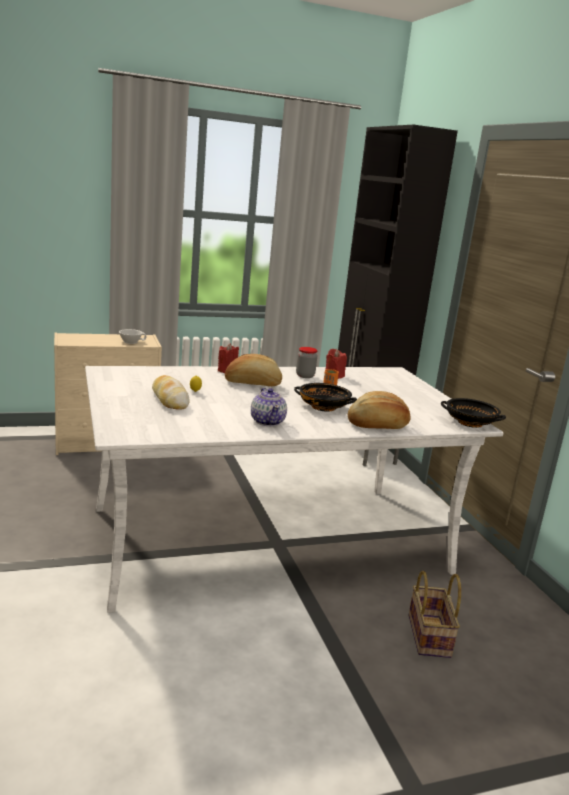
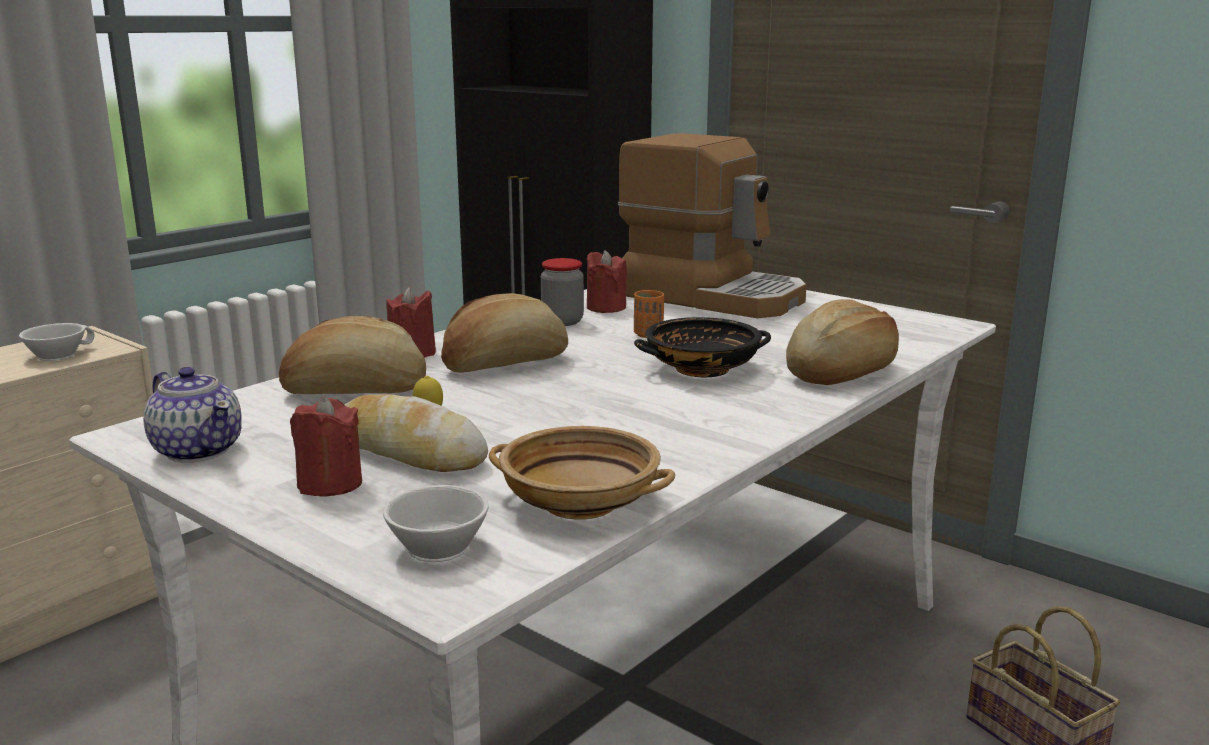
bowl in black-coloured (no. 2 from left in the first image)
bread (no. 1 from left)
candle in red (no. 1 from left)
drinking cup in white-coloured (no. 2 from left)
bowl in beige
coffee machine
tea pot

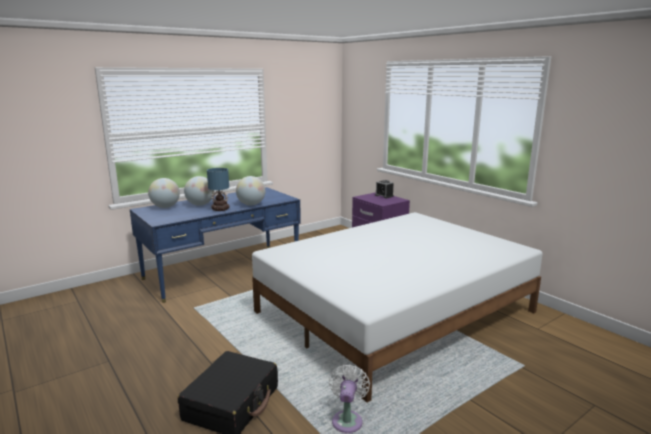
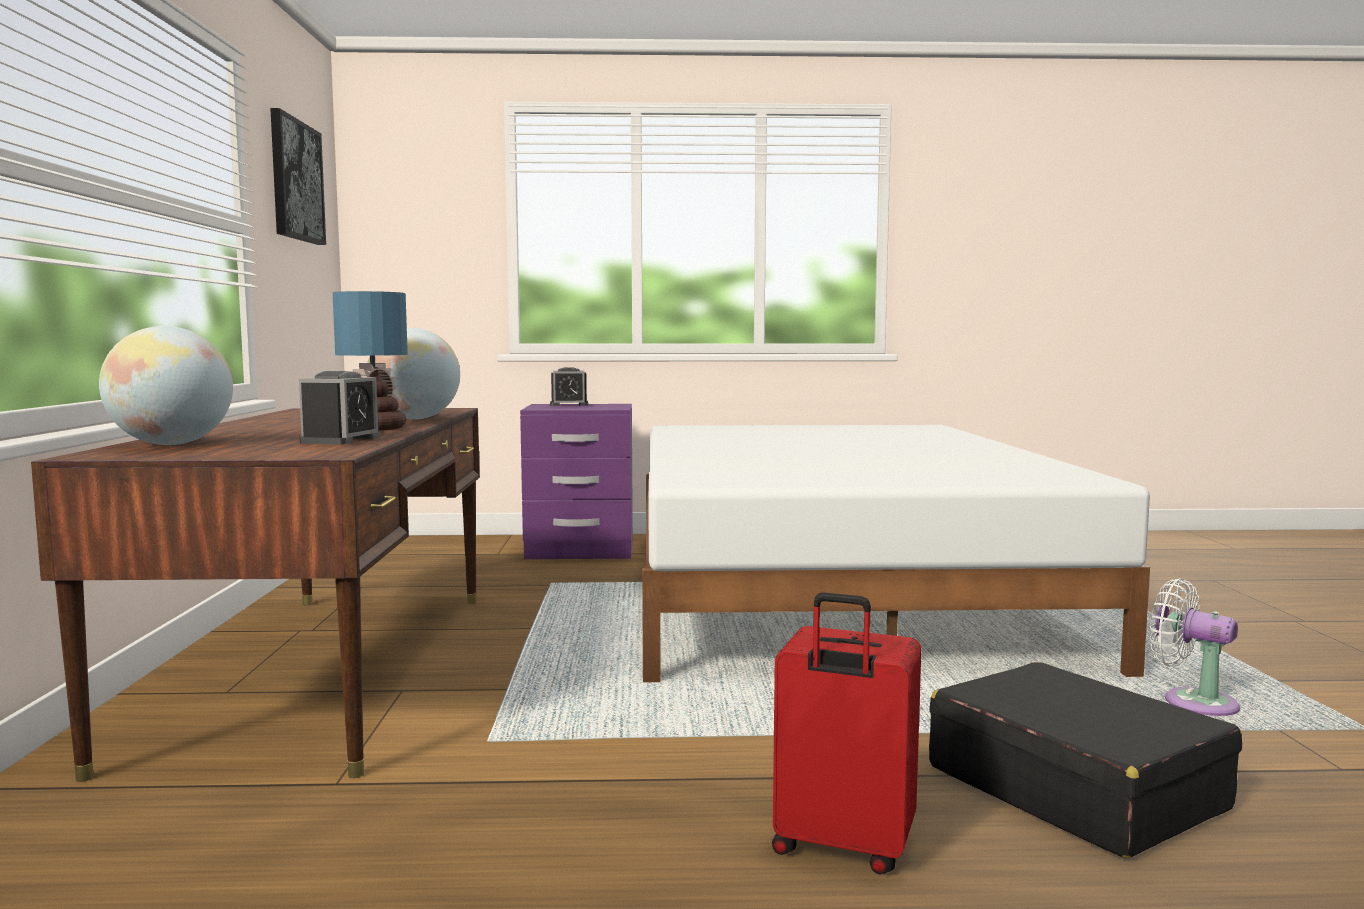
desk globe (no. 2 from left in the first image)
wall art
alarm clock (no. 1 from left)
travel case in red
desk table in brownish

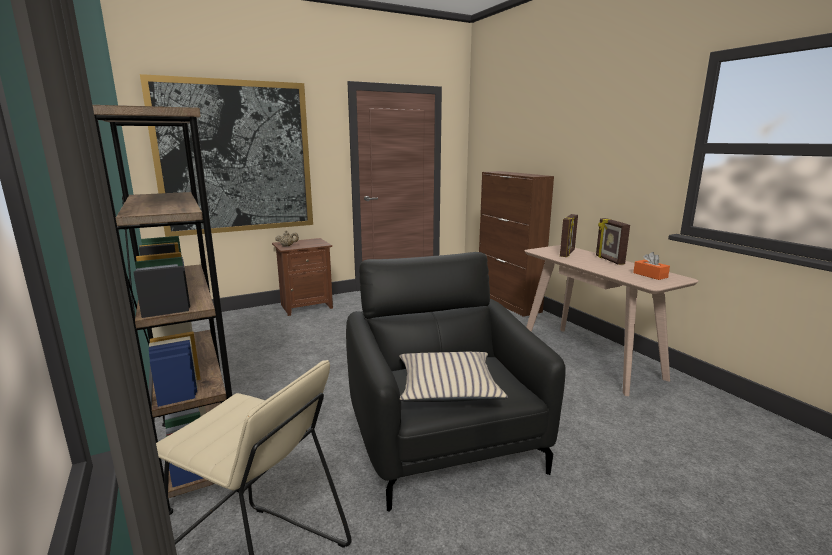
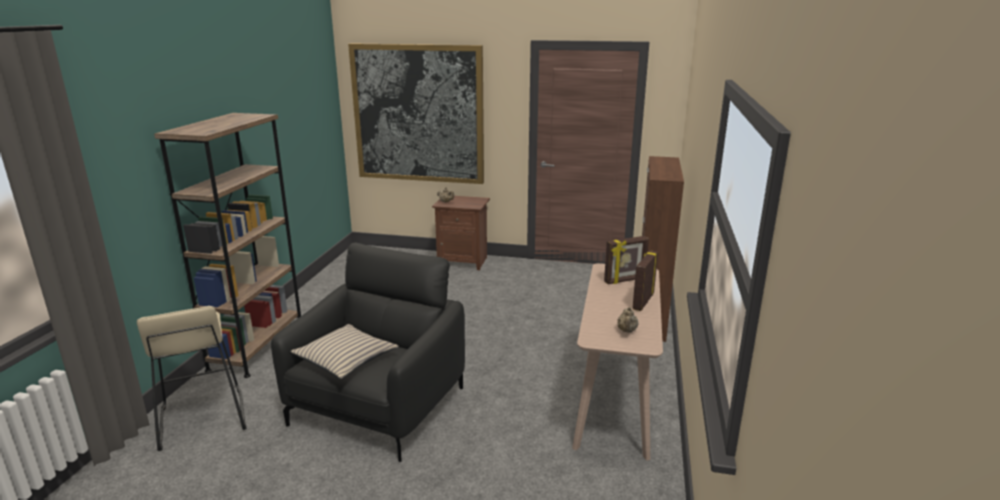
tea pot in beige (no. 2 from left)

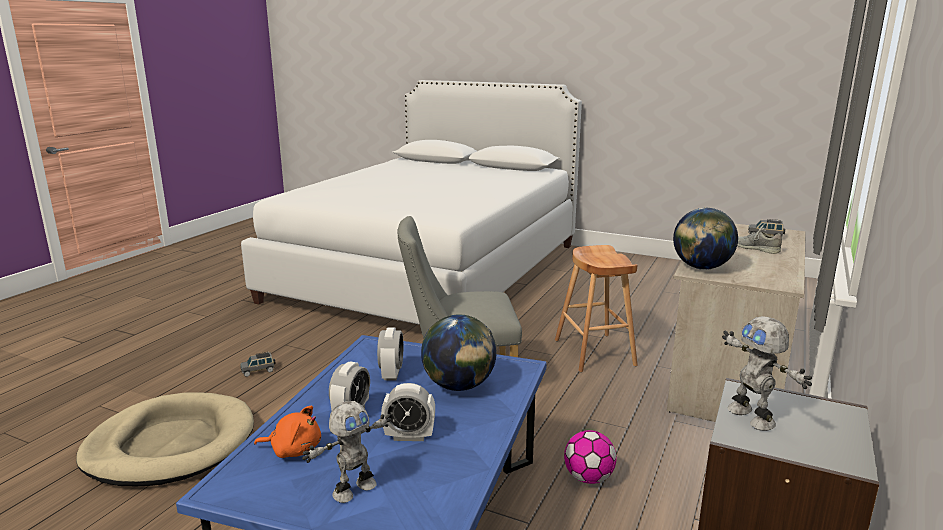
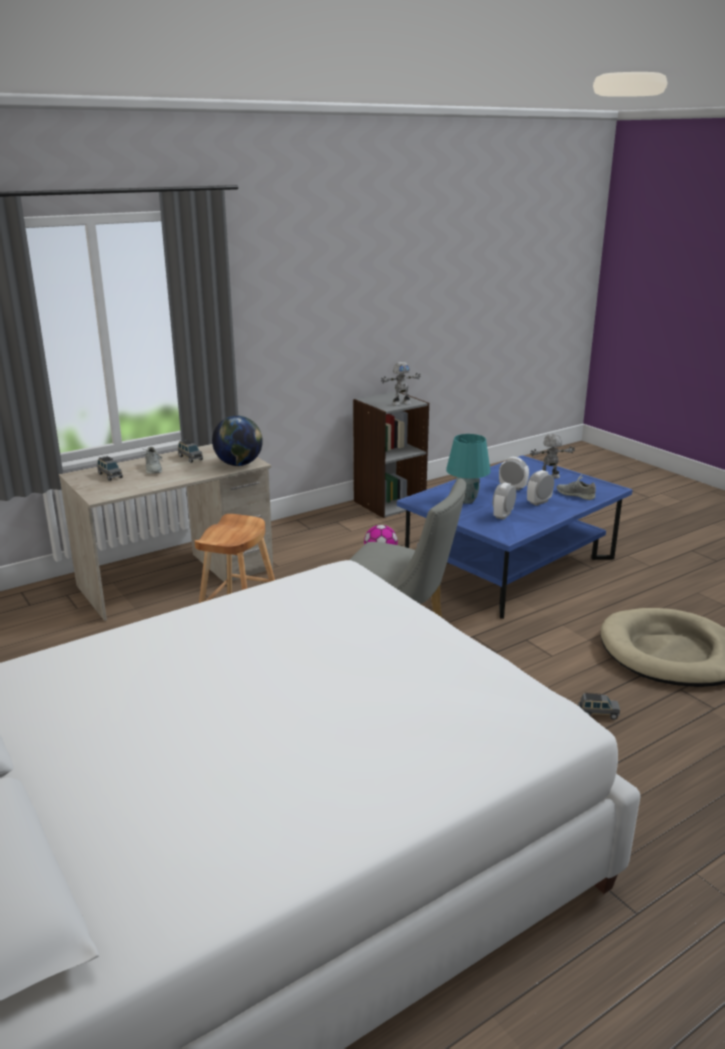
toy car in gray (no. 2 from left)
shoe in gray (no. 2 from left)
tabletop lamp in turquoise
toy robot (no. 1 from left)

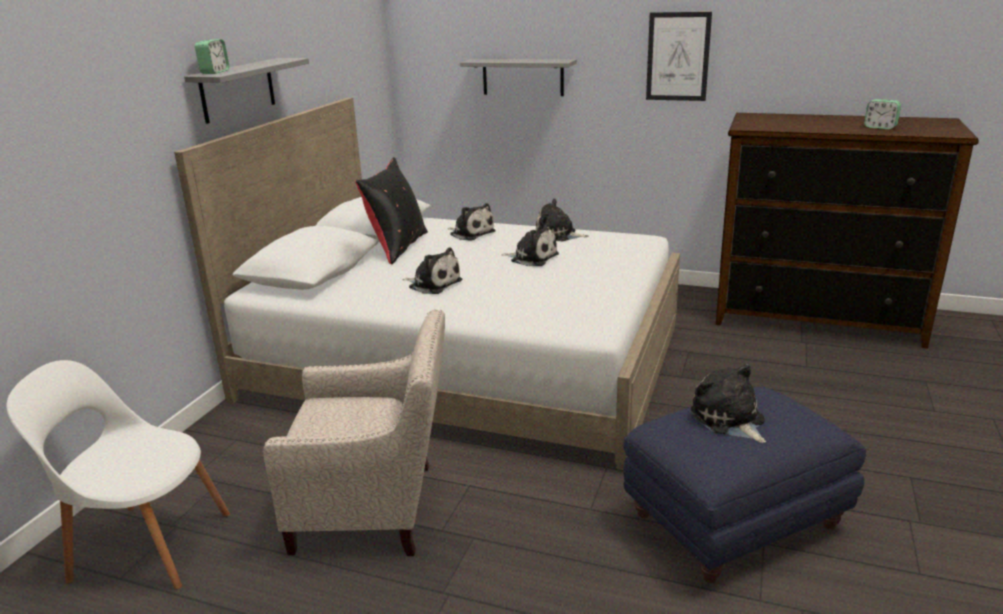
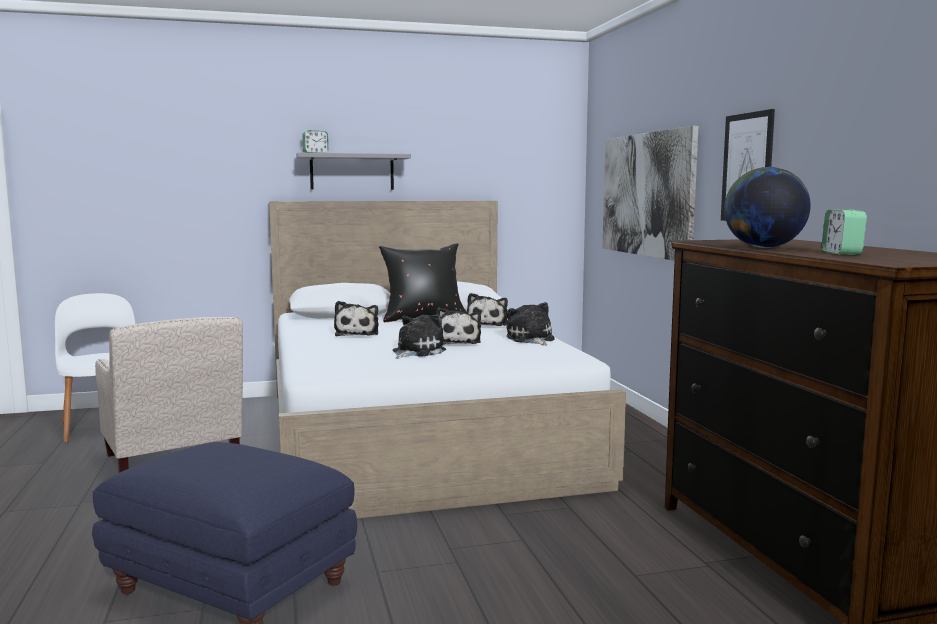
desk globe
plush toy (no. 2 from left)
wall art (no. 1 from left)

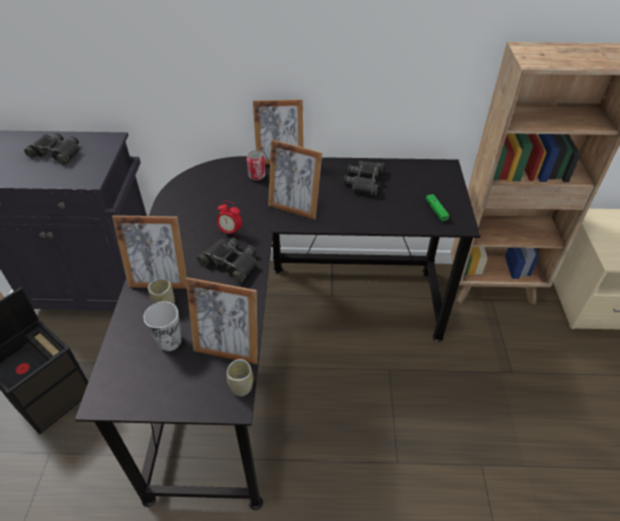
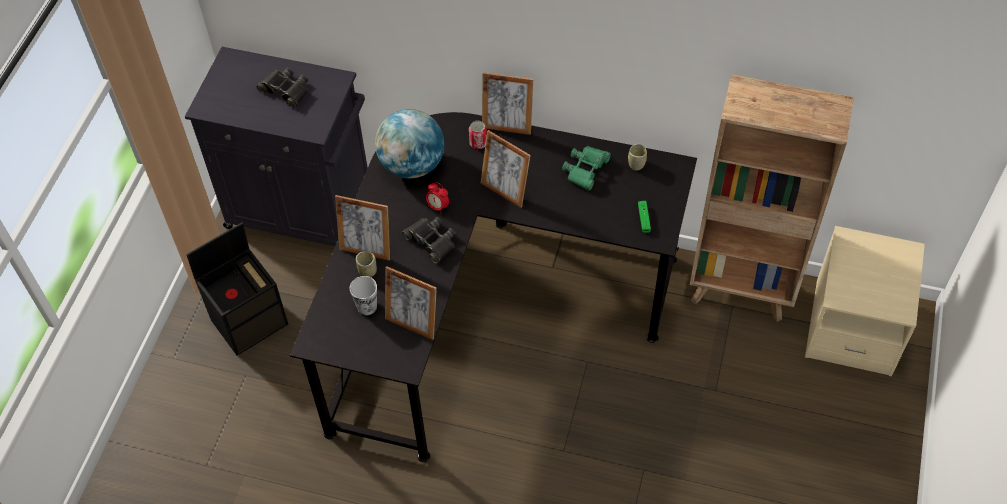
desk globe
drinking cup (no. 3 from left)
field glasses in green

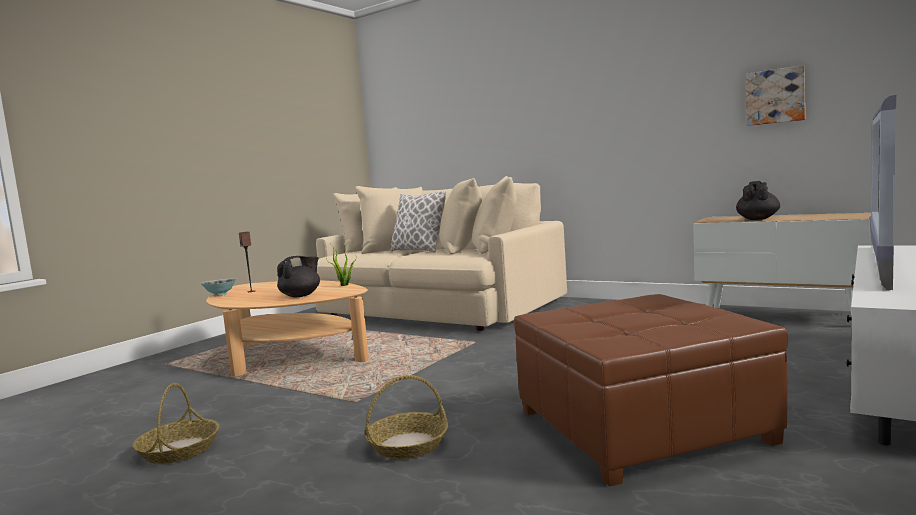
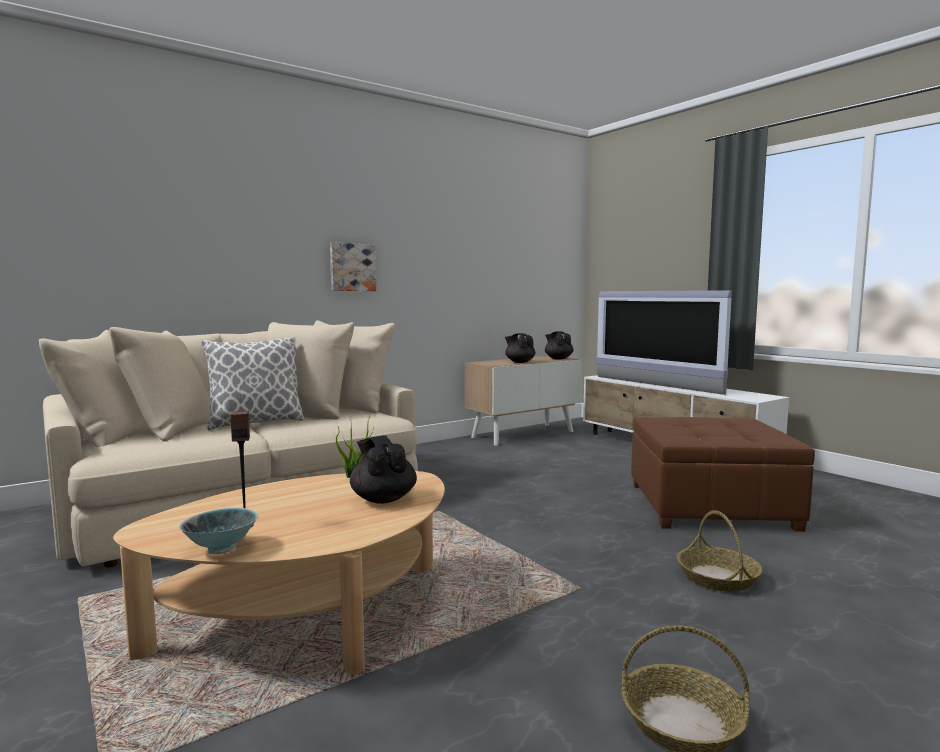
tea pot in black-coloured (no. 3 from left)
wall art

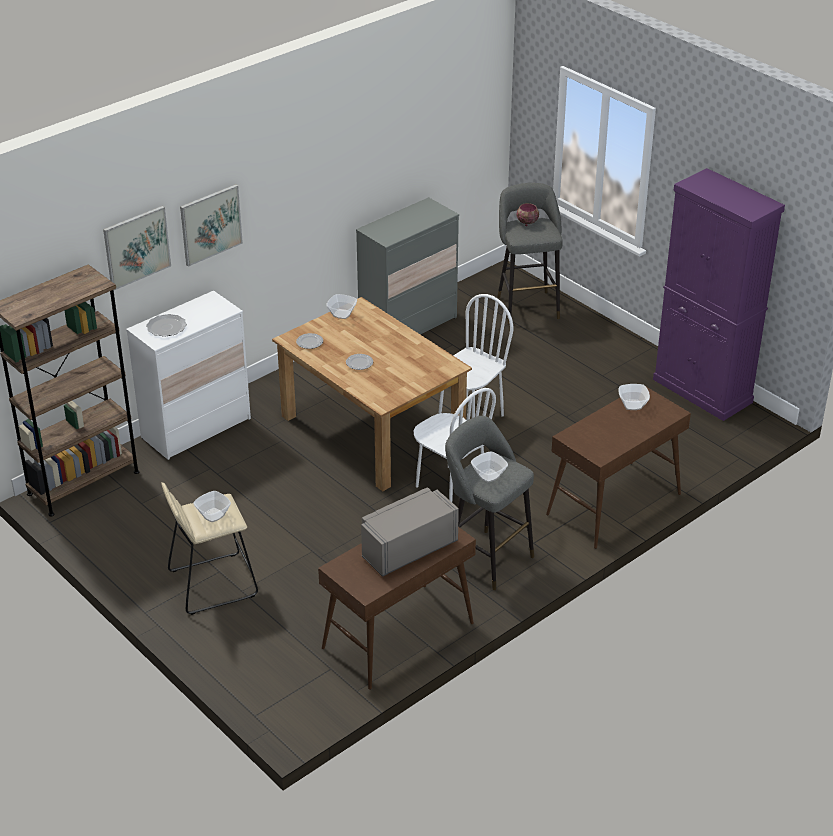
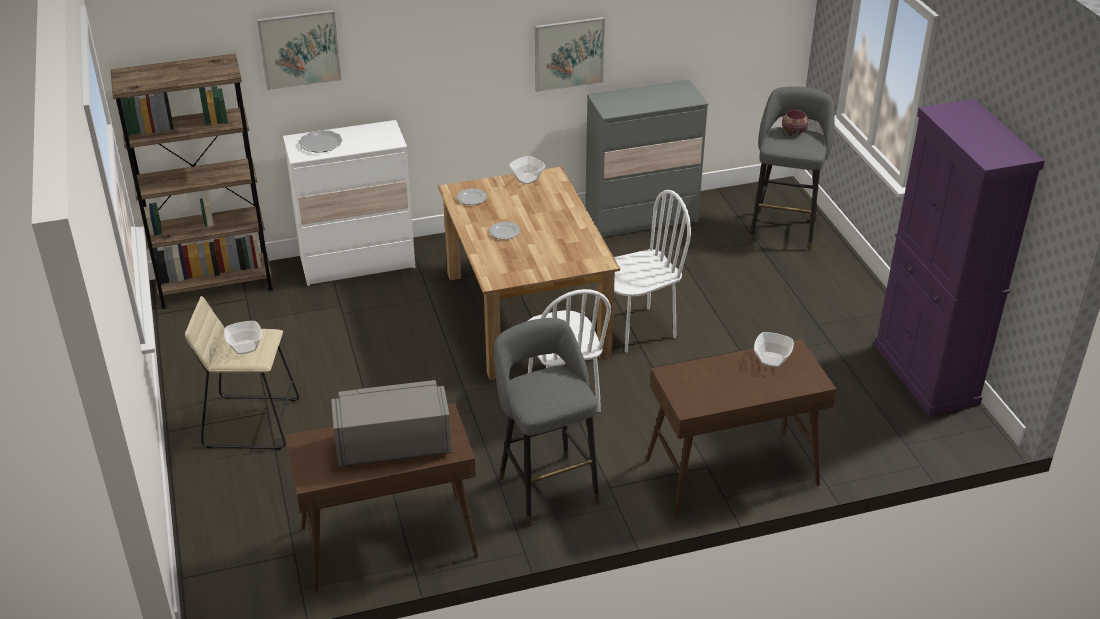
bowl (no. 3 from left in the first image)
wall art (no. 2 from left)

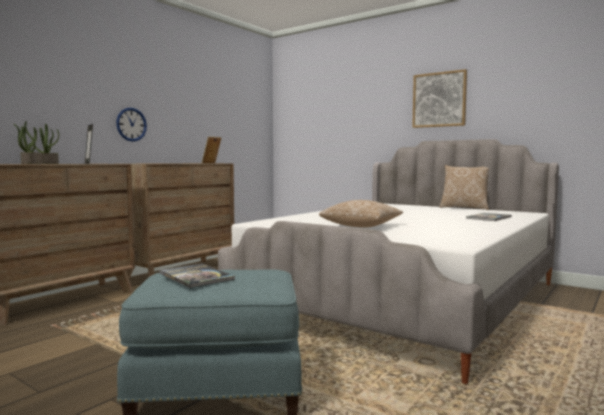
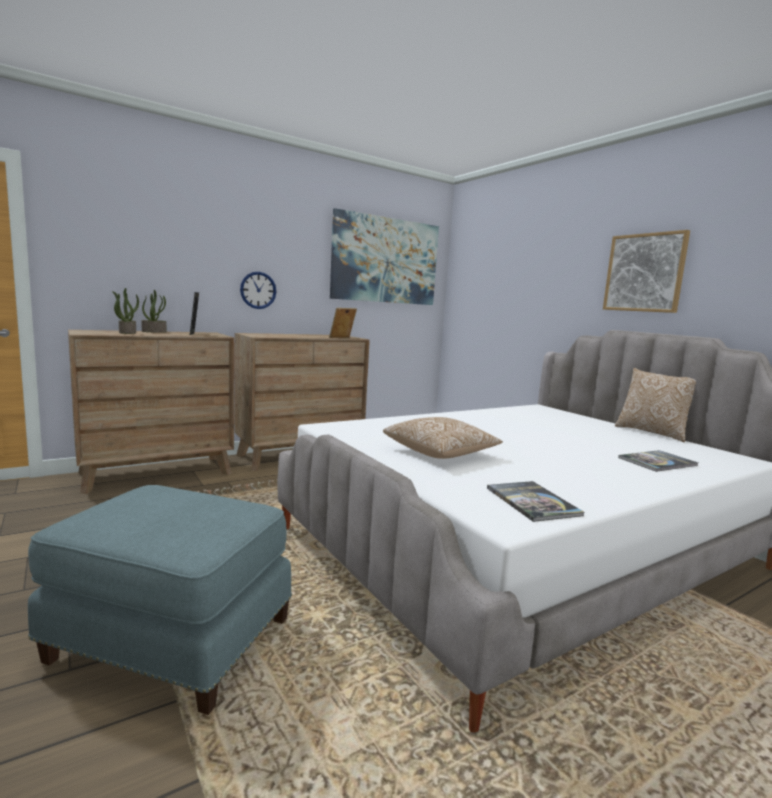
wall art (no. 1 from left)
bound book (no. 1 from left)

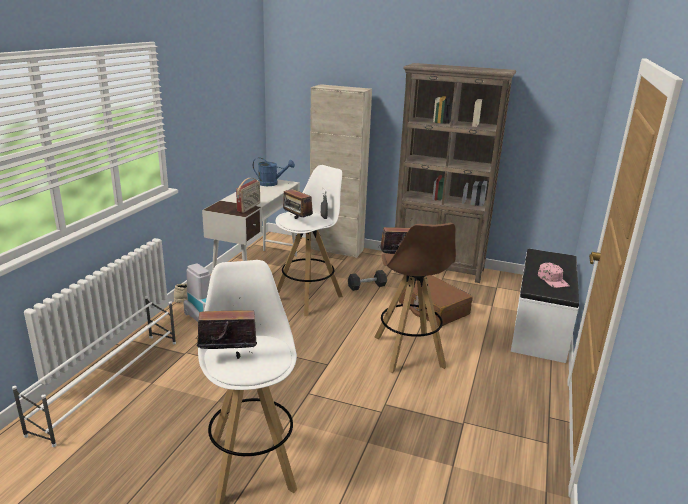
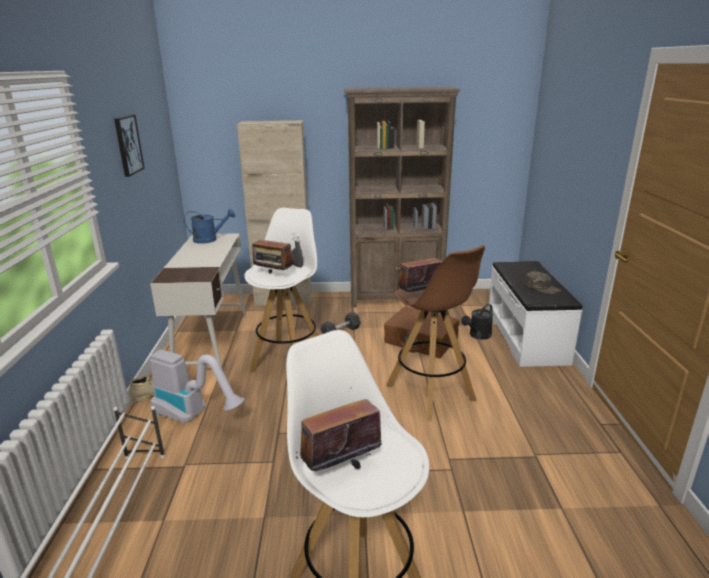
radio set (no. 2 from left in the first image)
wall art
watering pot in black-coloured
peaked cap in green

